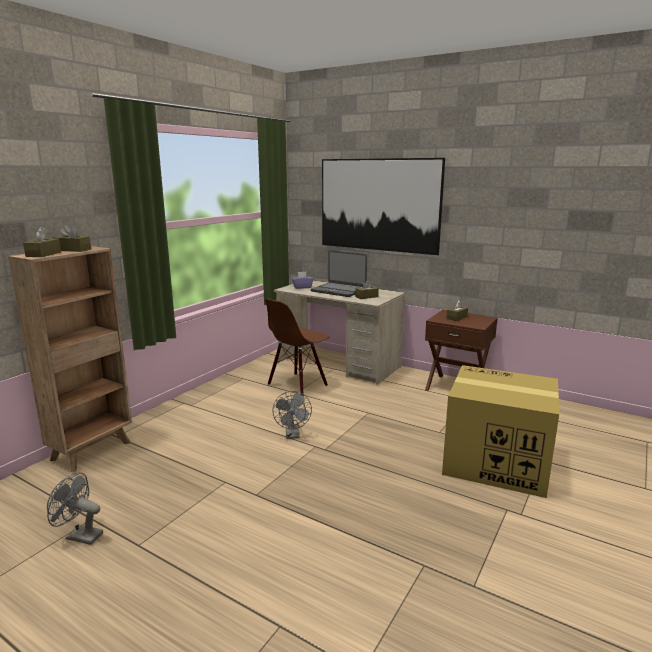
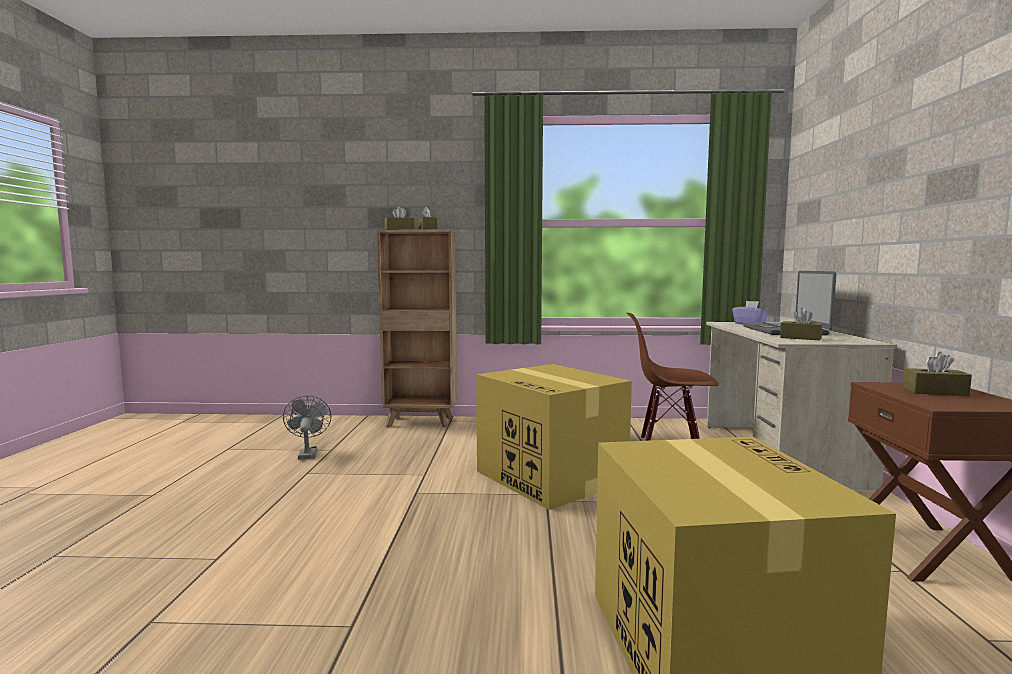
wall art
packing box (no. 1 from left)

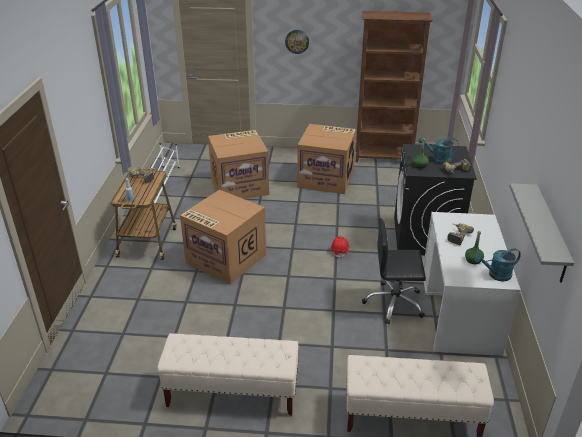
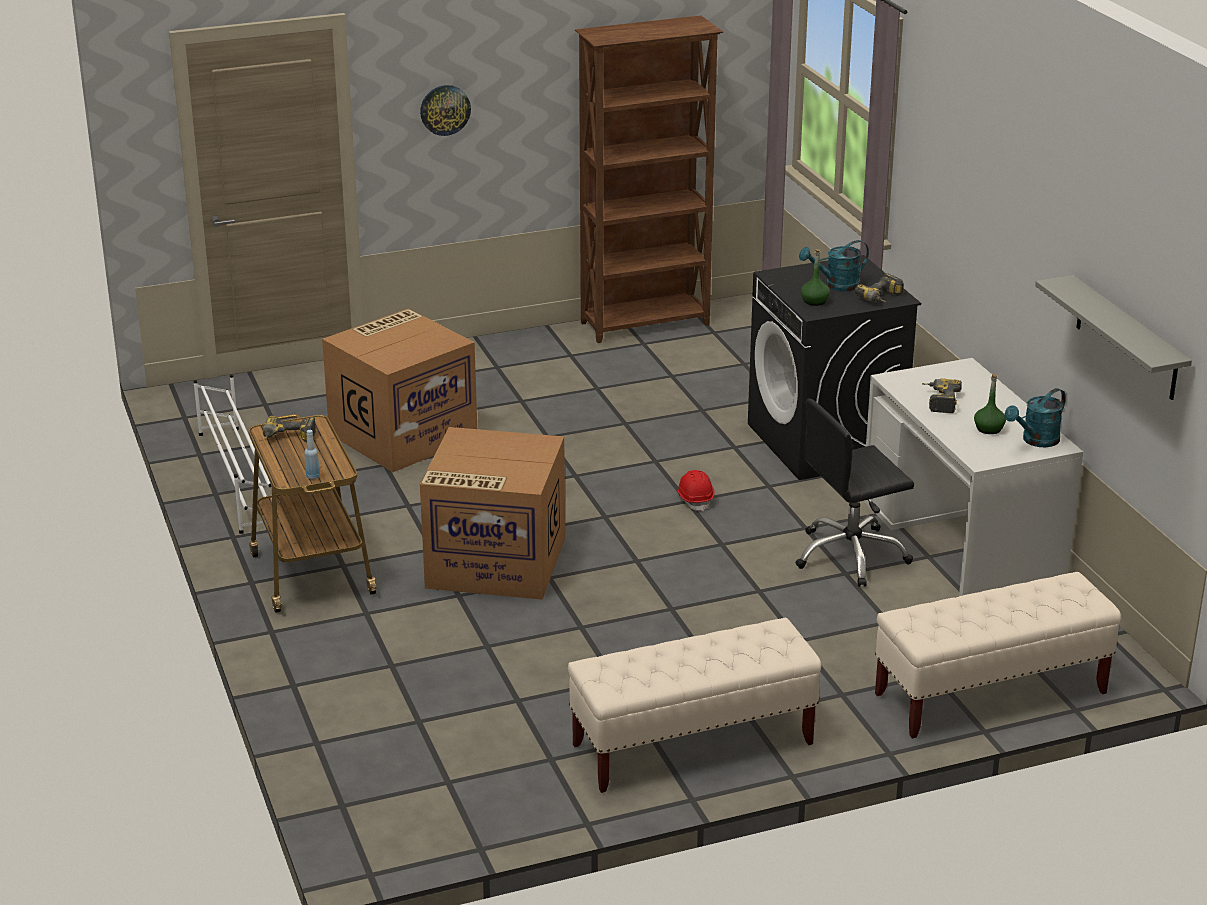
packing box (no. 3 from left in the first image)

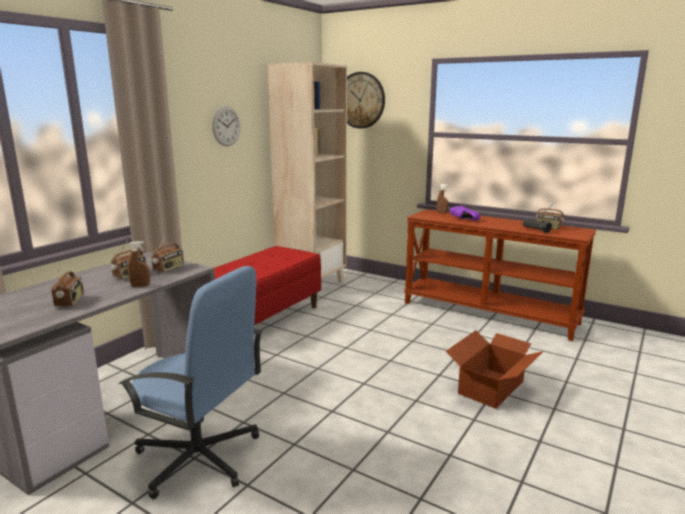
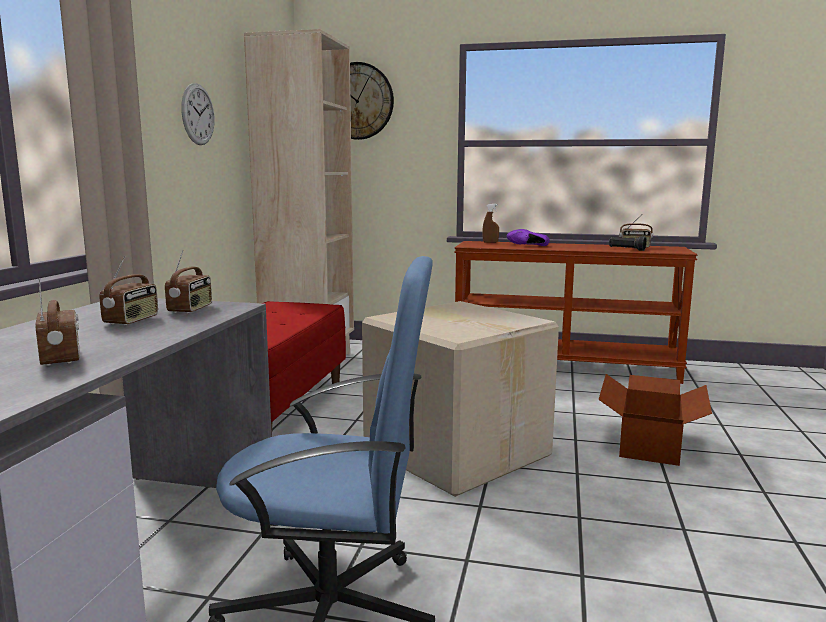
spray bottle in brownish (no. 1 from left in the first image)
packing box (no. 1 from left)

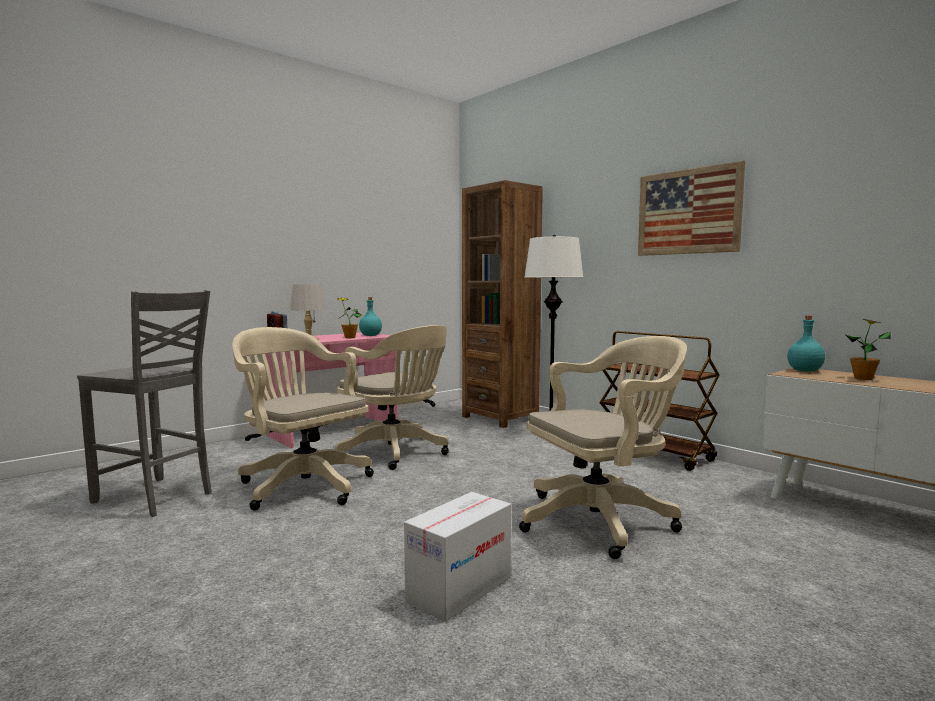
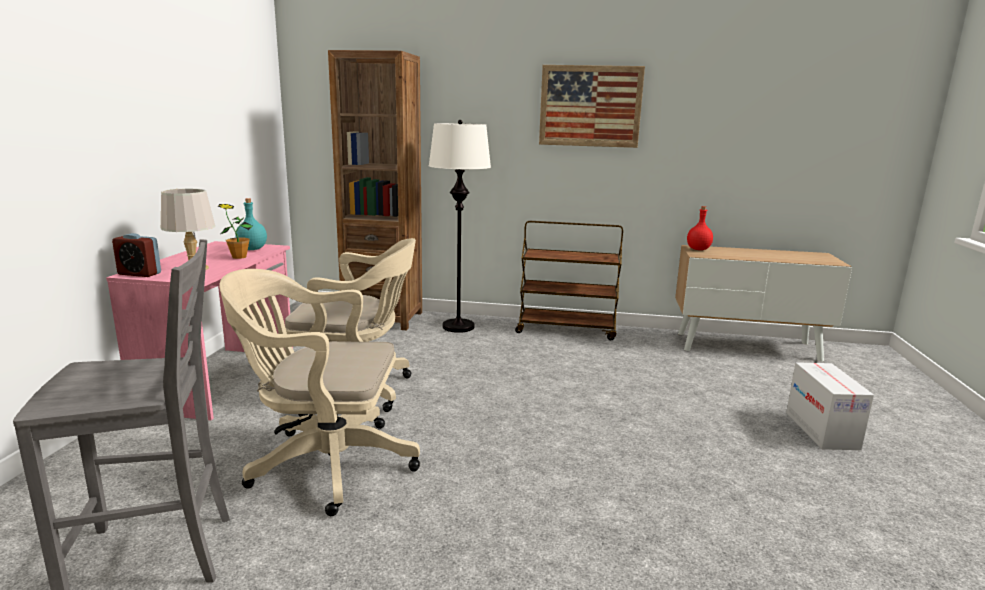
office chair in beige (no. 3 from left in the first image)
potted plant (no. 2 from left in the first image)
packing box
beverage bottle in red

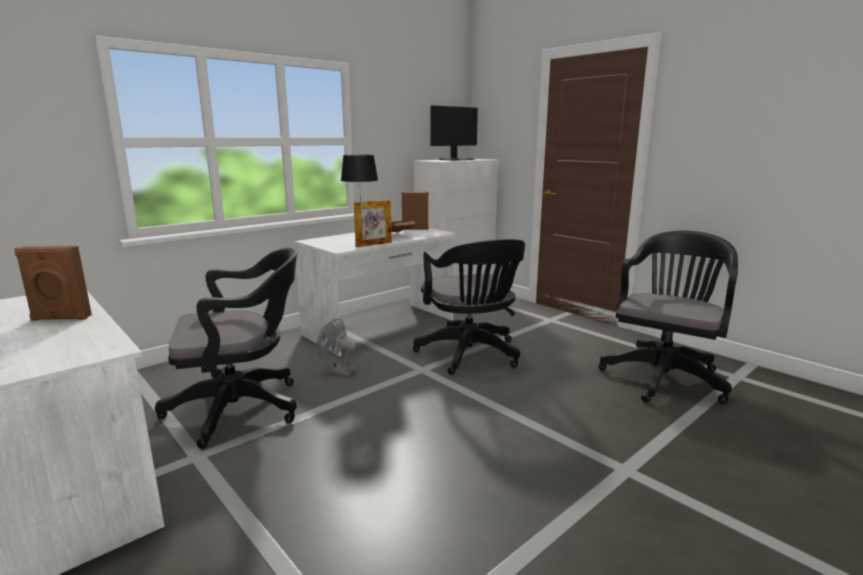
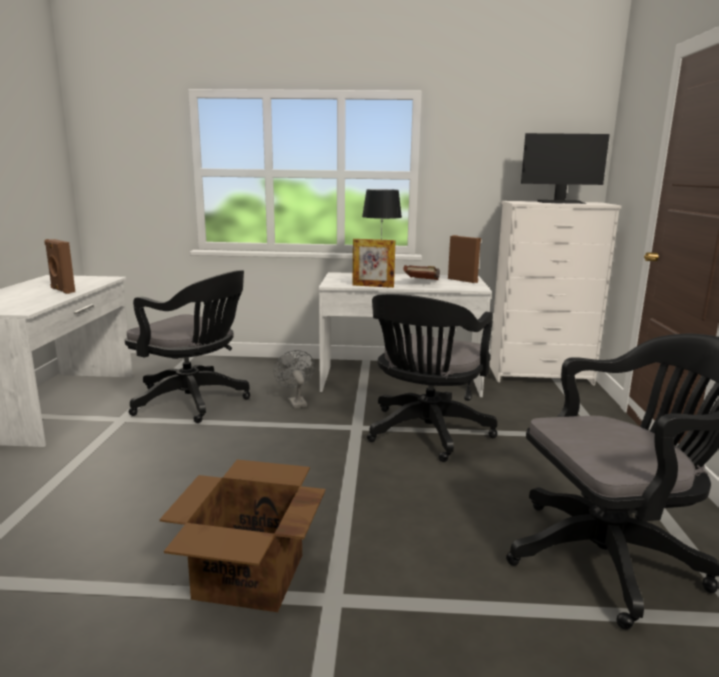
packing box

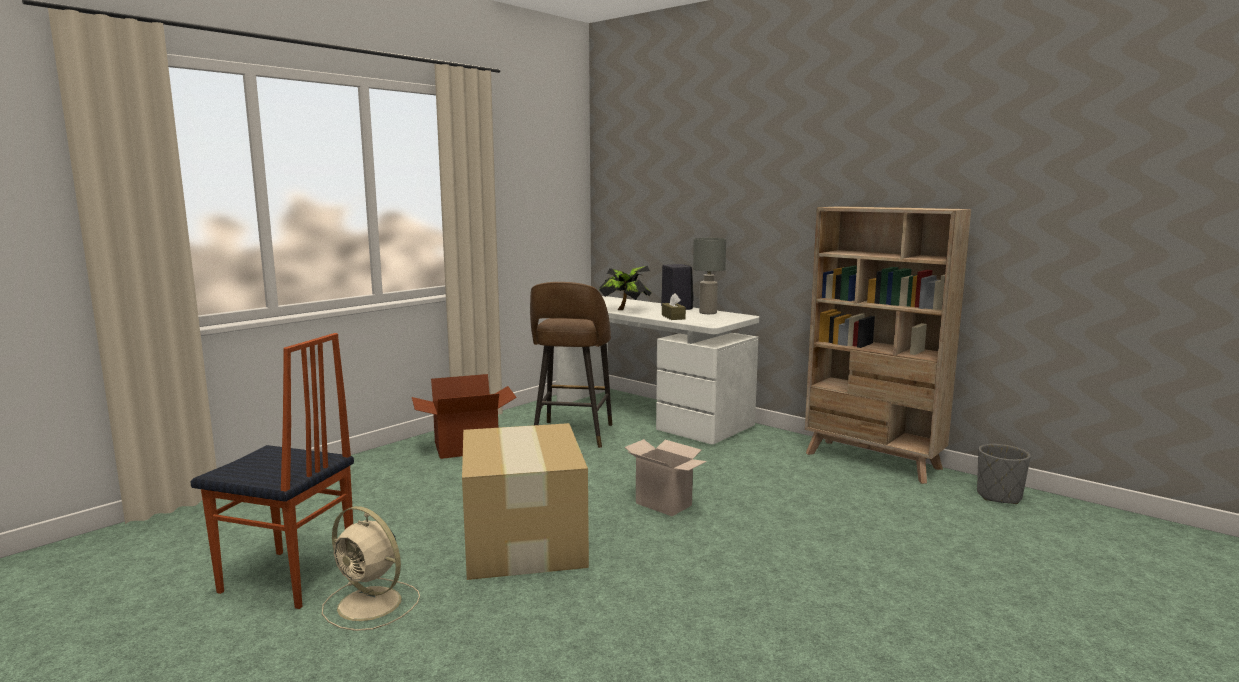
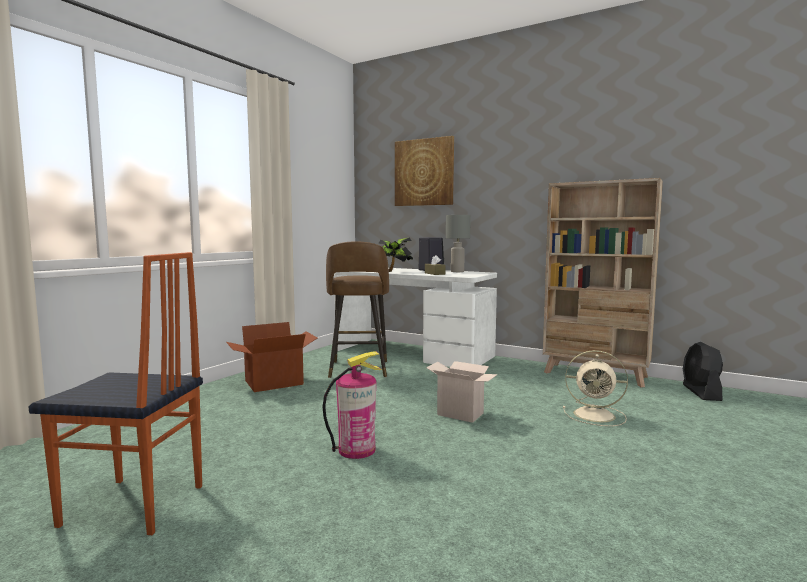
wall art
fan in beige
fire-fighting cylinder
fan in black-coloured

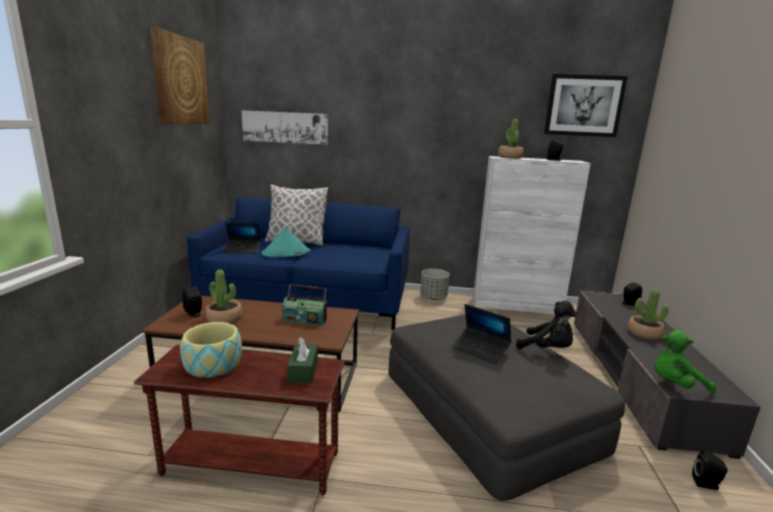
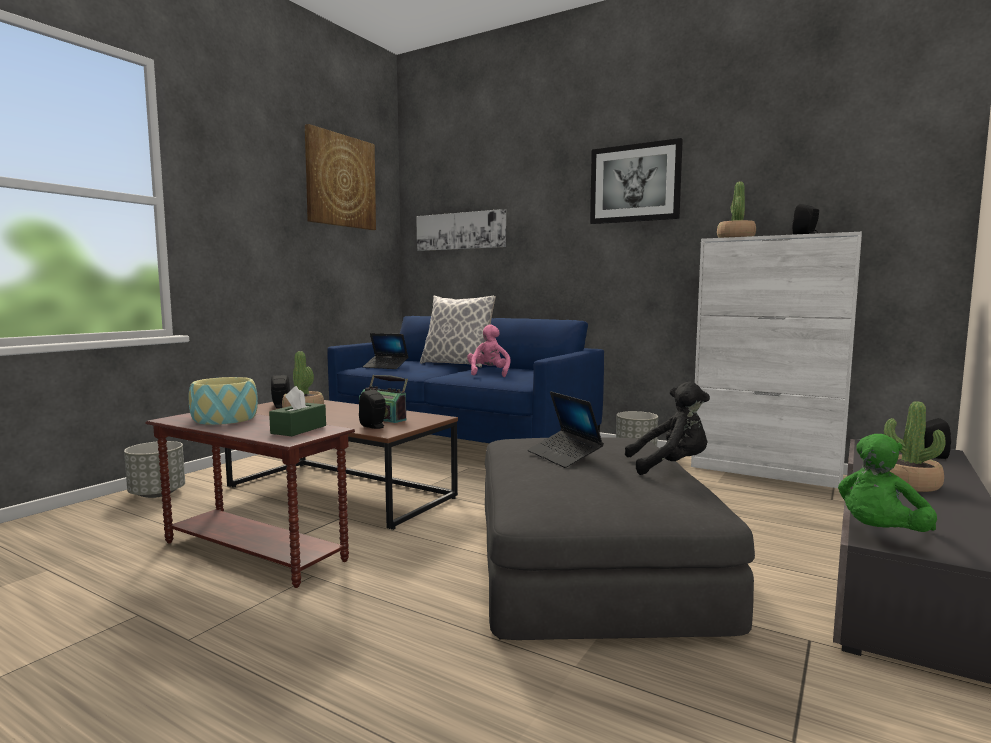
clothing hat in turquoise
planter in gray (no. 1 from left)
plush toy in pink
wall art (no. 3 from left)
audio speaker in black-coloured (no. 2 from left)
plush toy in black-coloured
plush toy in green

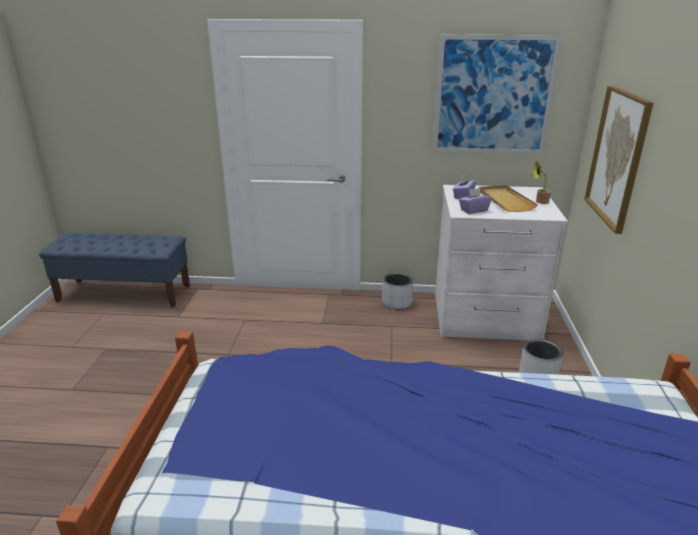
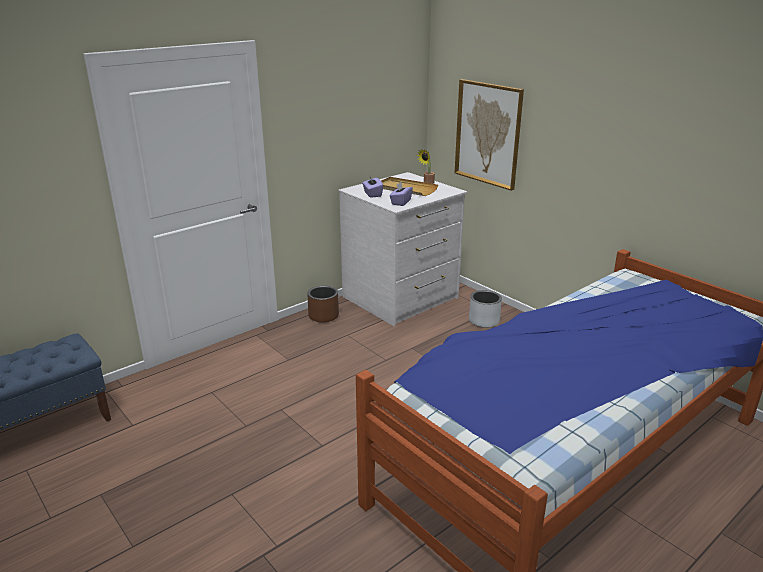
wall art (no. 1 from left in the first image)
planter in brownish

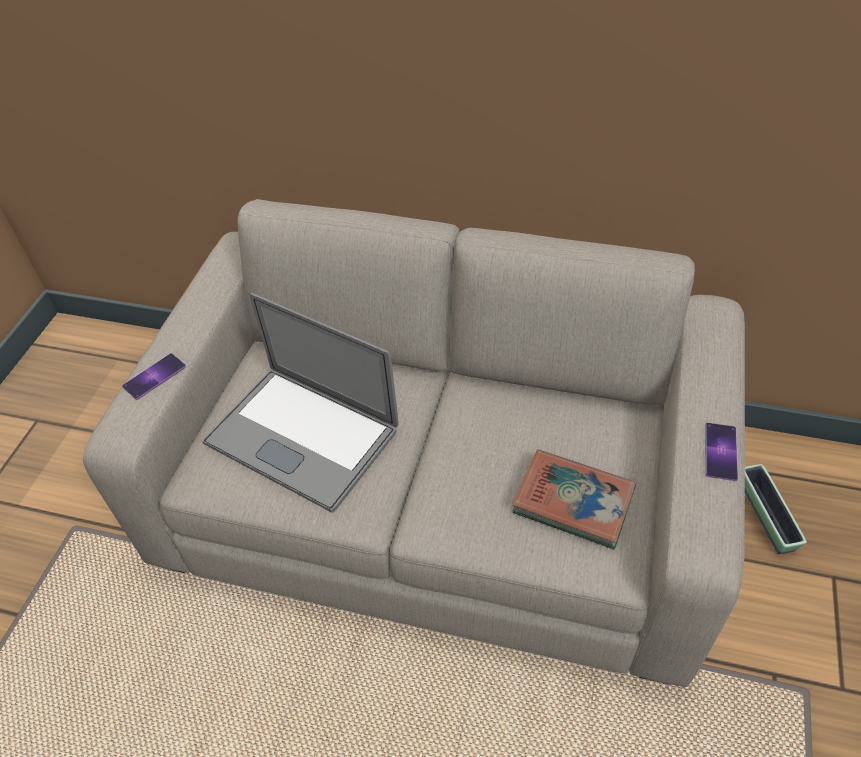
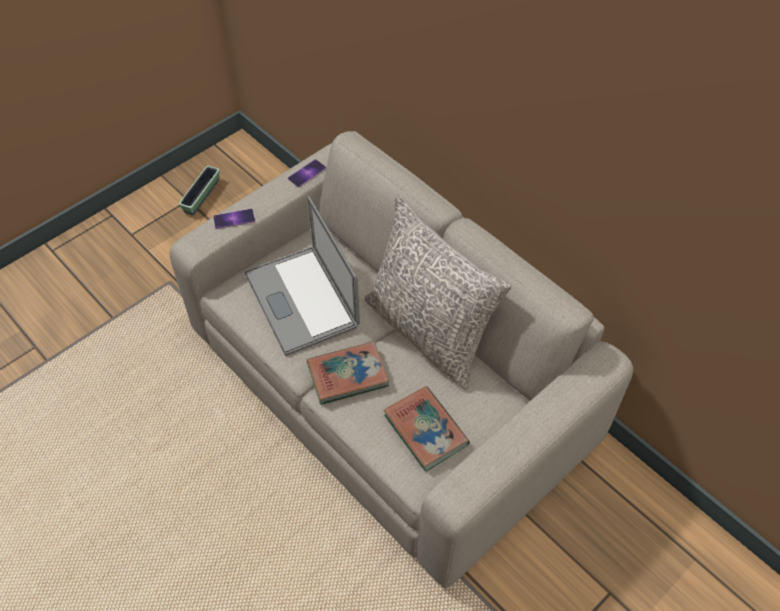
bound book (no. 1 from left)
cushion in gray
handset (no. 2 from left)
planter

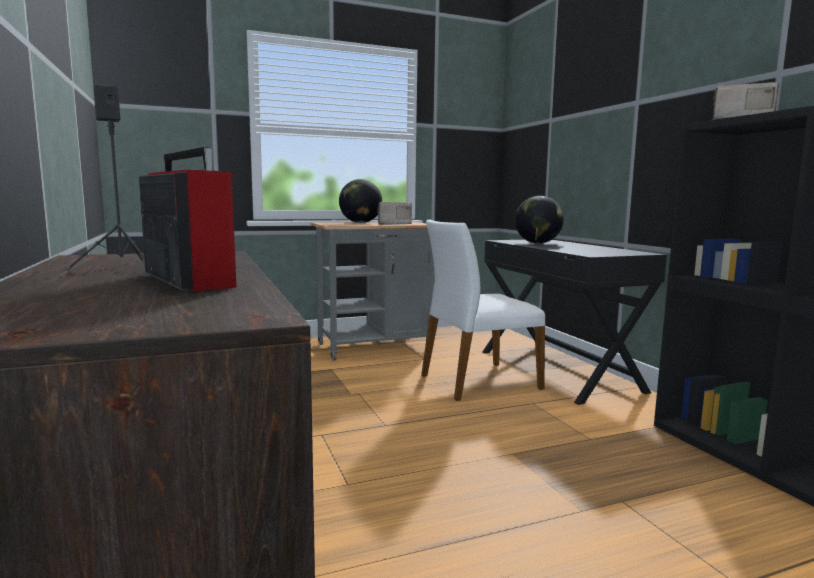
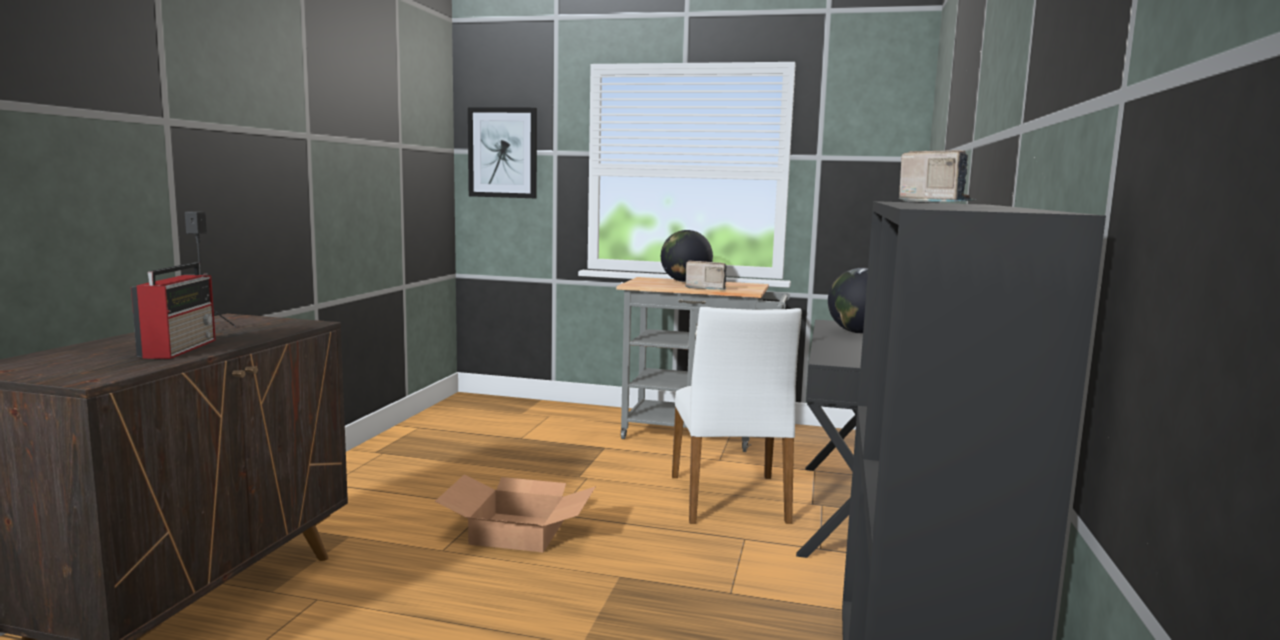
packing box
wall art
plain chair in white-coloured

